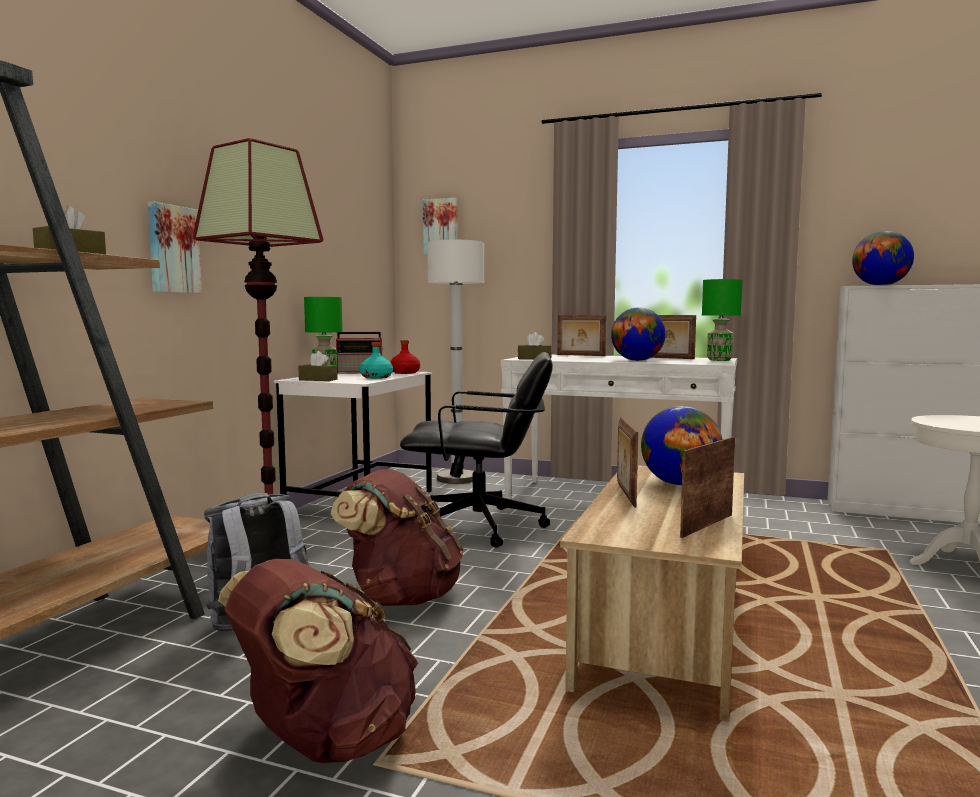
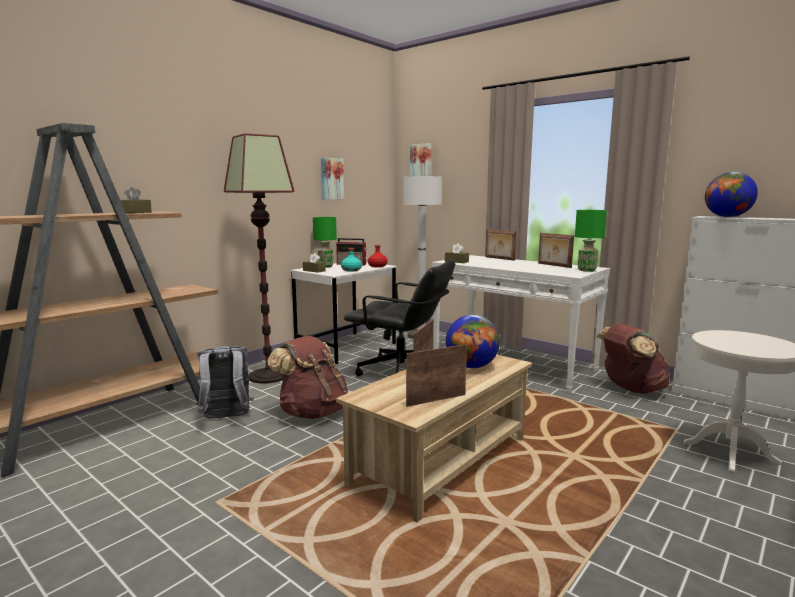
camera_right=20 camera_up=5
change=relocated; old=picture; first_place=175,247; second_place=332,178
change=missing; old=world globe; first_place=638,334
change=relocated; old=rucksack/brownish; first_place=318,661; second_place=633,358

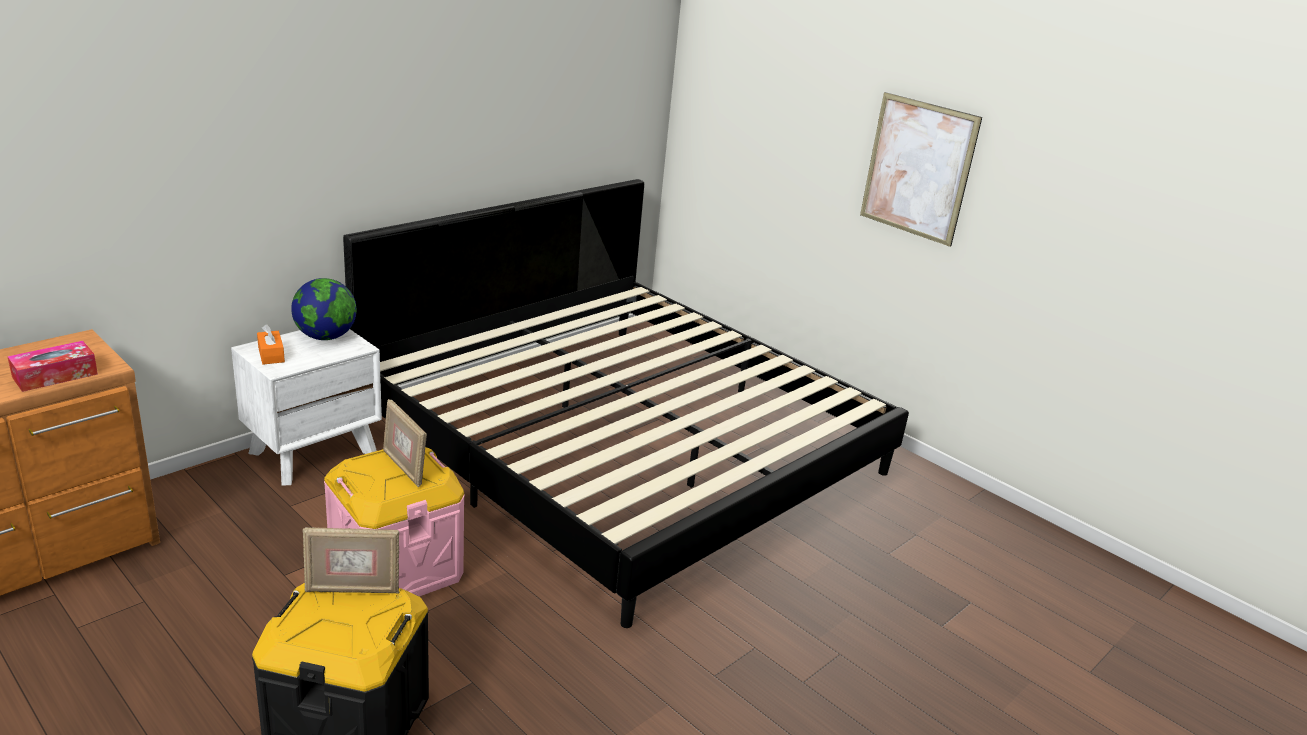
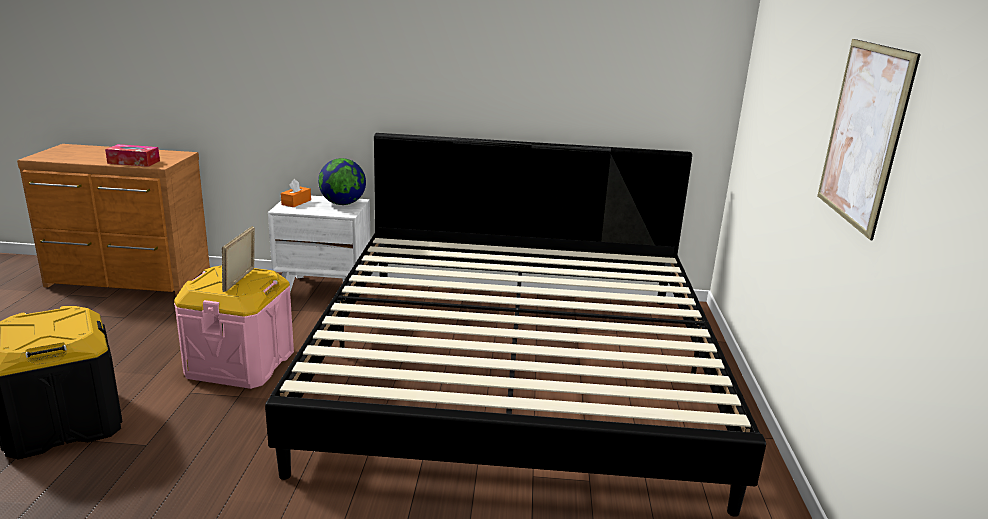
camera_right=50 camera_up=-5
change=missing; old=picture frame; first_place=351,560

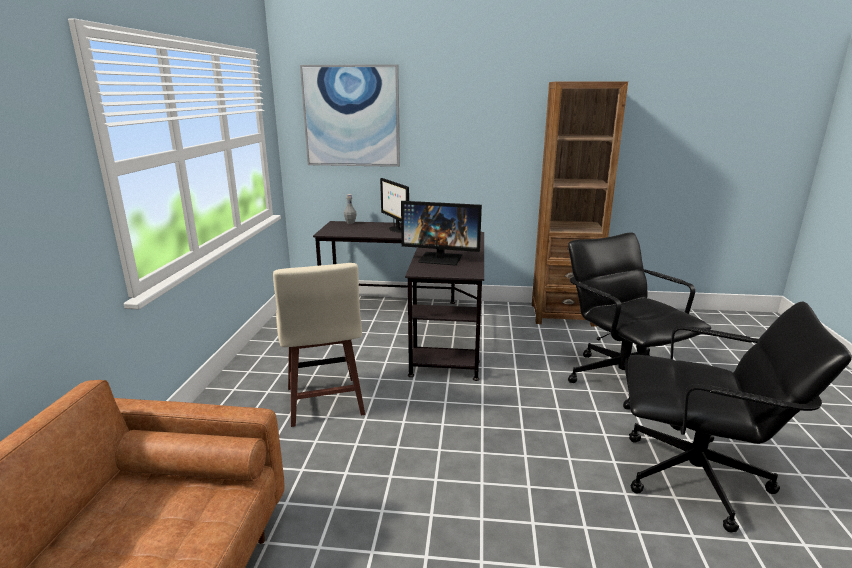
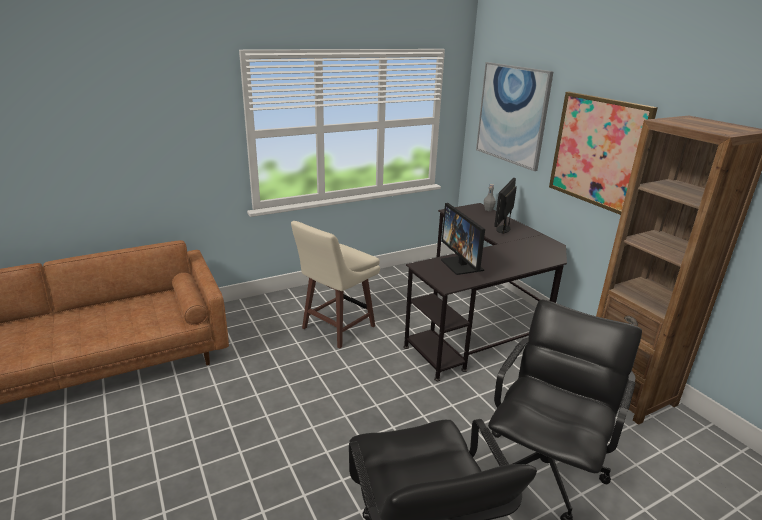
camera_right=55 camera_up=5
change=appeared; new=picture; second_place=603,153

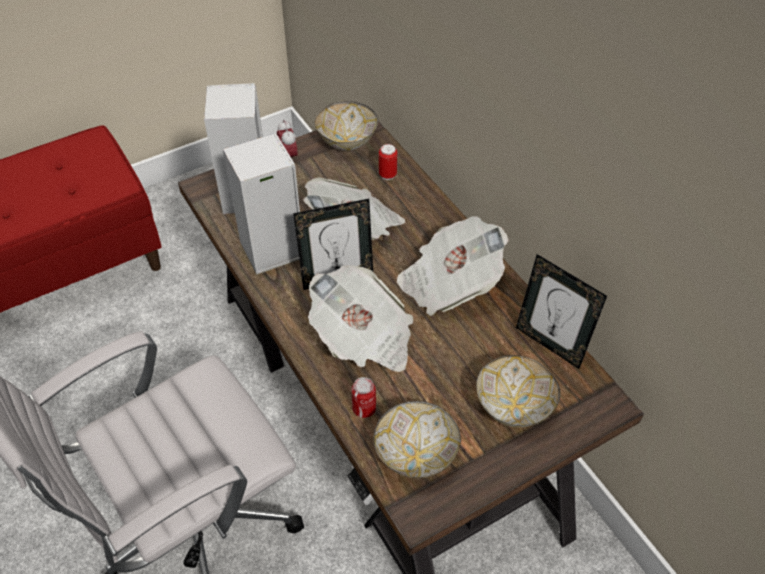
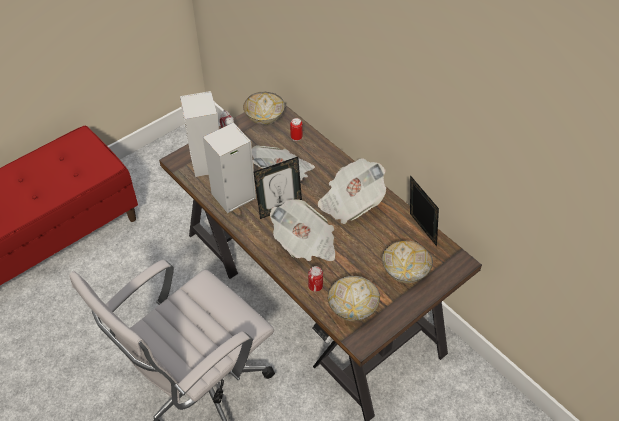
camera_right=-10 camera_up=0
change=spun; old=picture frame; first_place=561,311; second_place=424,210; degrees=-150

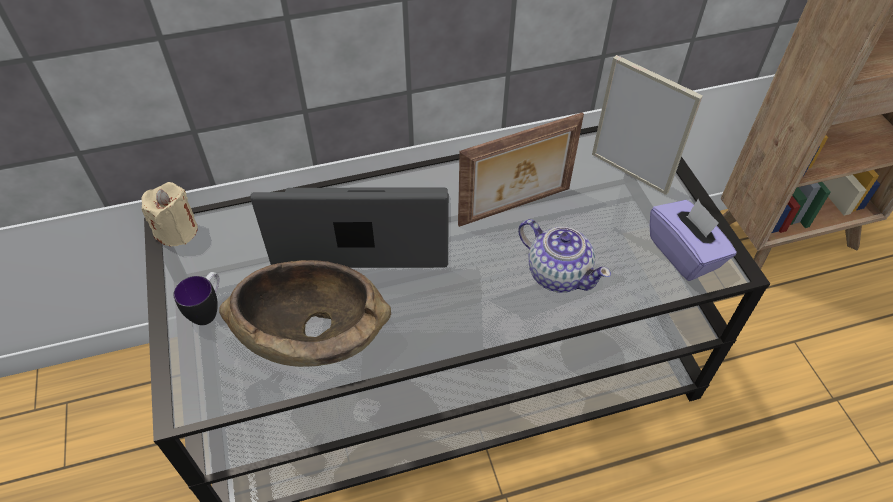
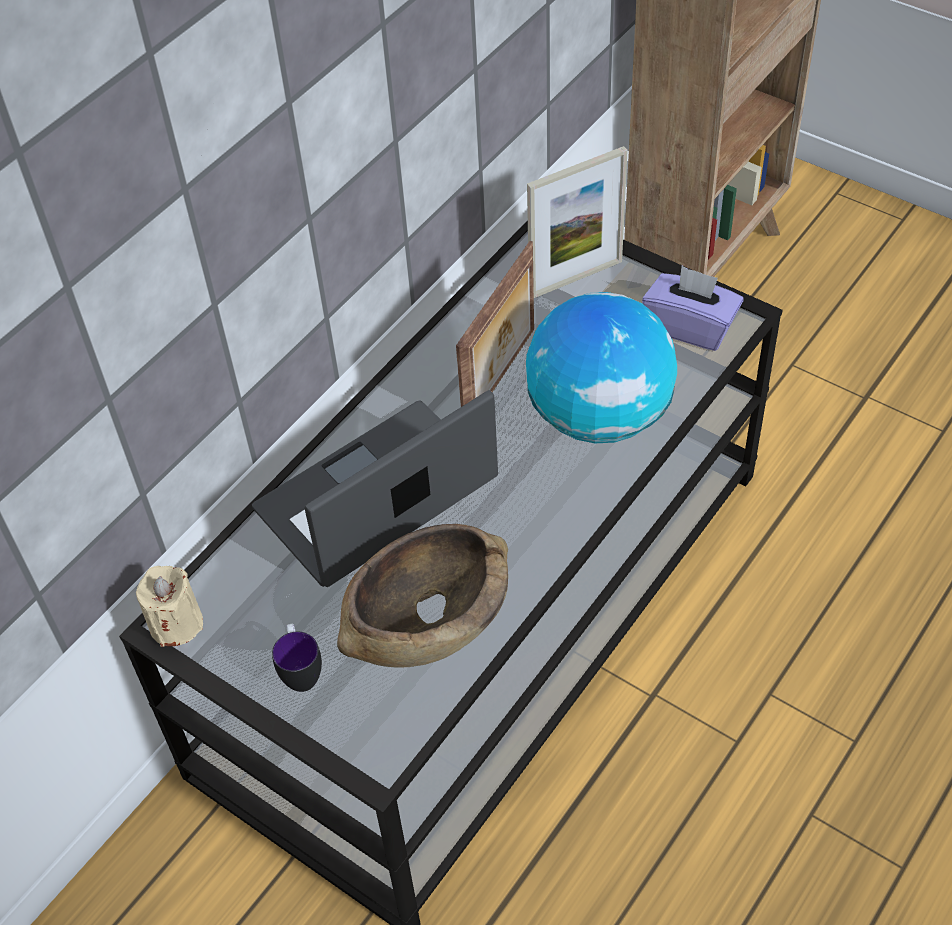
camera_right=-35 camera_up=0
change=spun; old=picture frame; first_place=647,125; second_place=577,222; degrees=150
change=exchanged; old=pot for tea; new=world globe; first_place=564,255; second_place=601,367

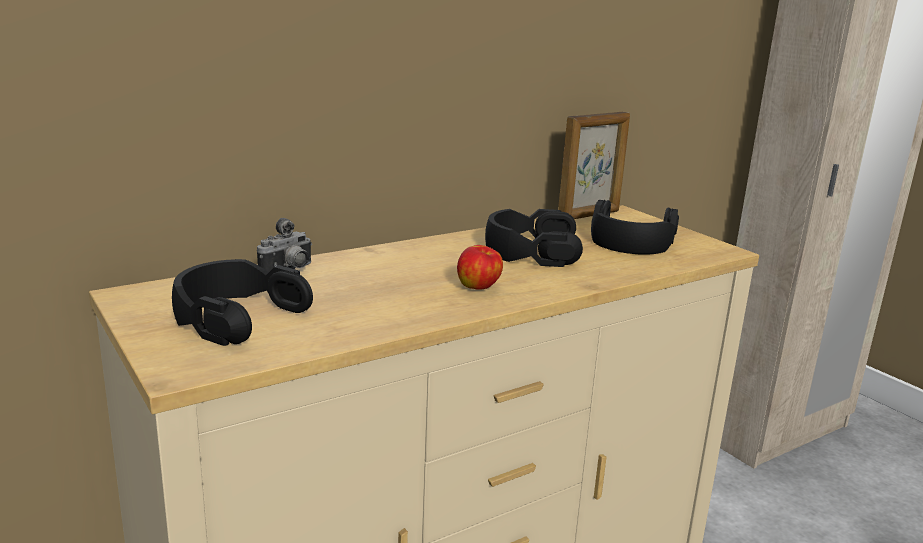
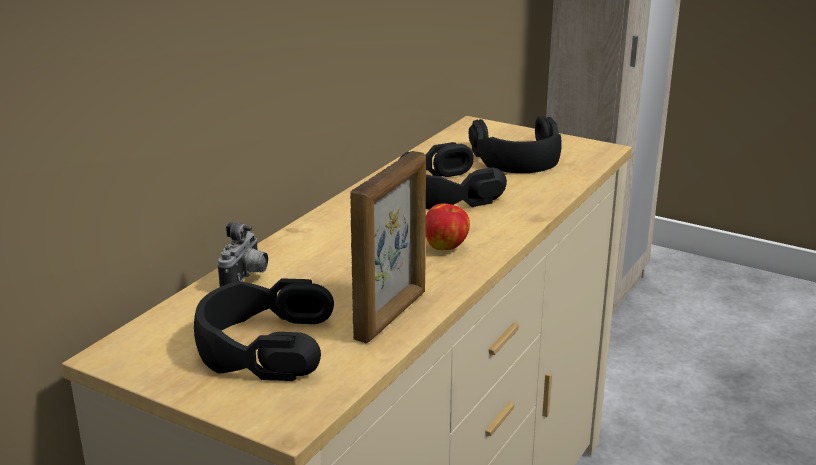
camera_right=-25 camera_up=5
change=relocated; old=picture frame; first_place=594,165; second_place=388,247

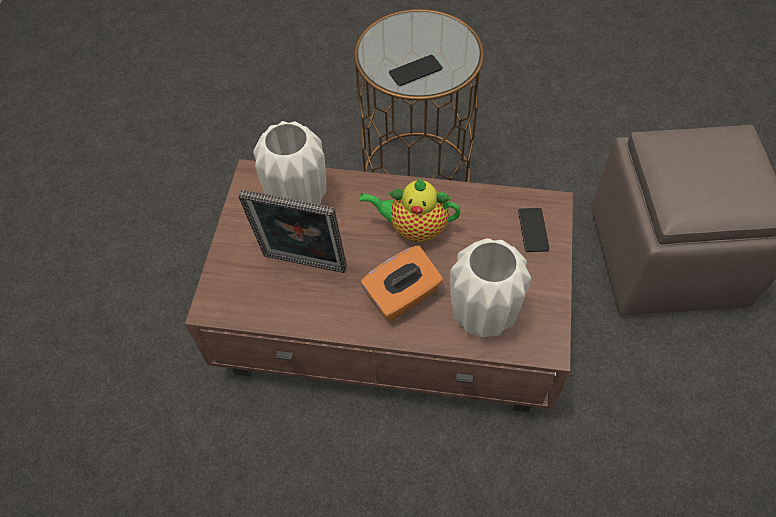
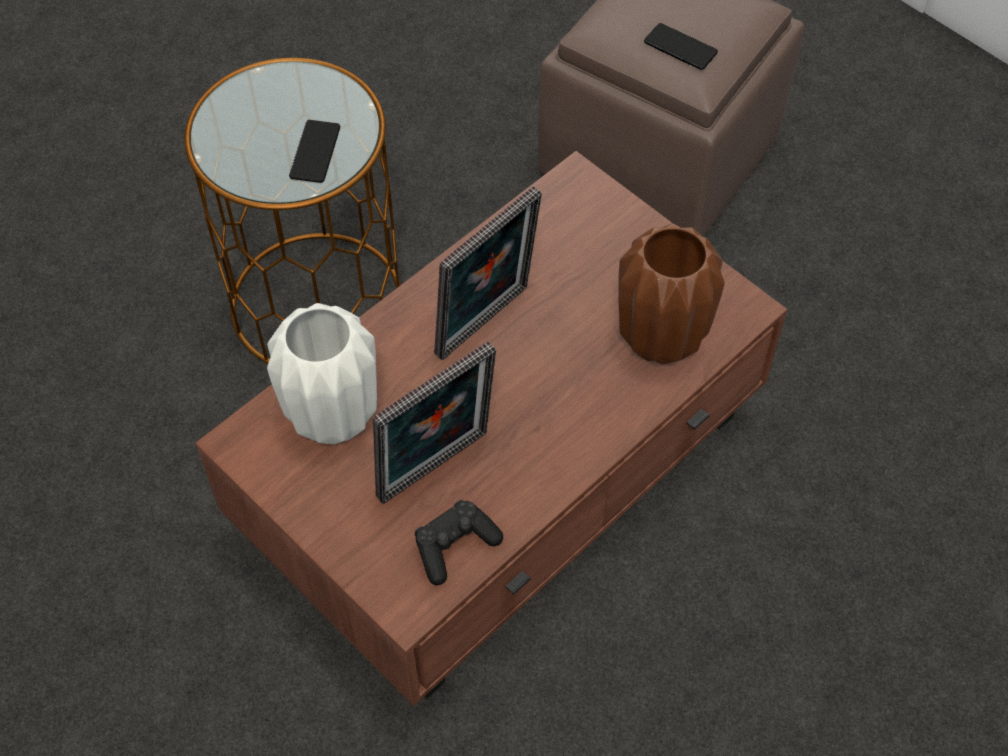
camera_right=-55 camera_up=0
change=exchanged; old=pot for tea; new=picture frame; first_place=410,210; second_place=488,273
change=relocated; old=phone; first_place=534,230; second_place=681,46
change=colour; old=decorative vase/white; new=decorative vase/brownish; first_place=490,287; second_place=671,293
change=missing; old=tissue holder/orange; first_place=401,283
change=appeared; new=gamepad/black; second_place=459,542

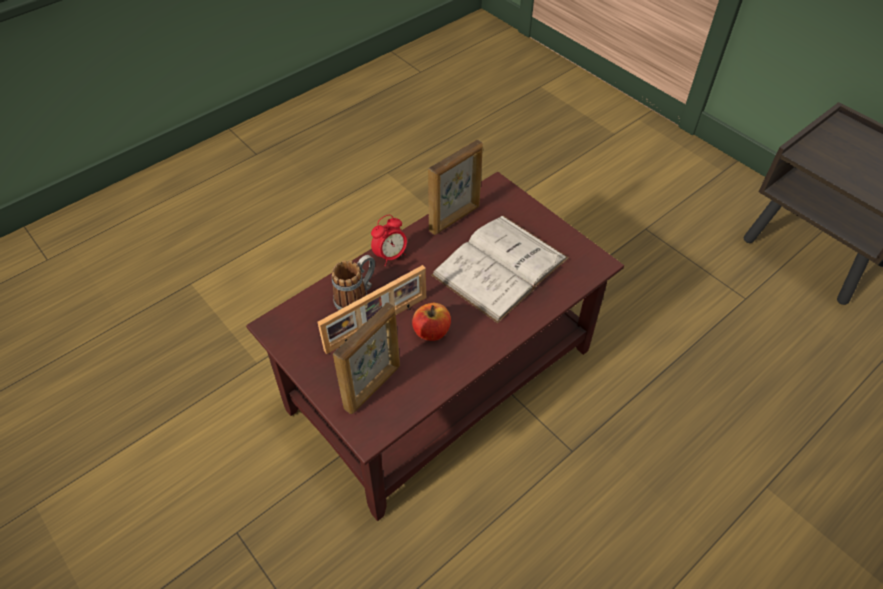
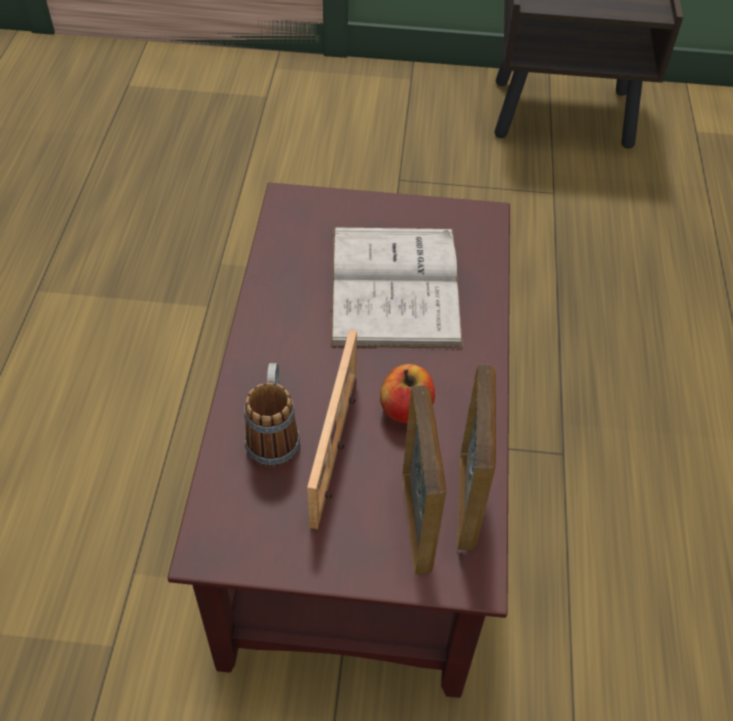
camera_right=-45 camera_up=0
change=relocated; old=picture frame; first_place=455,187; second_place=476,457
change=missing; old=table clock; first_place=389,240

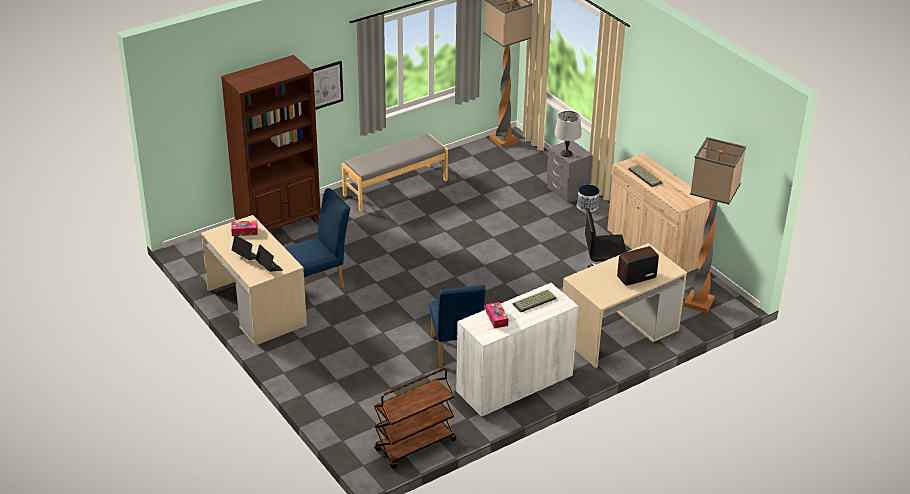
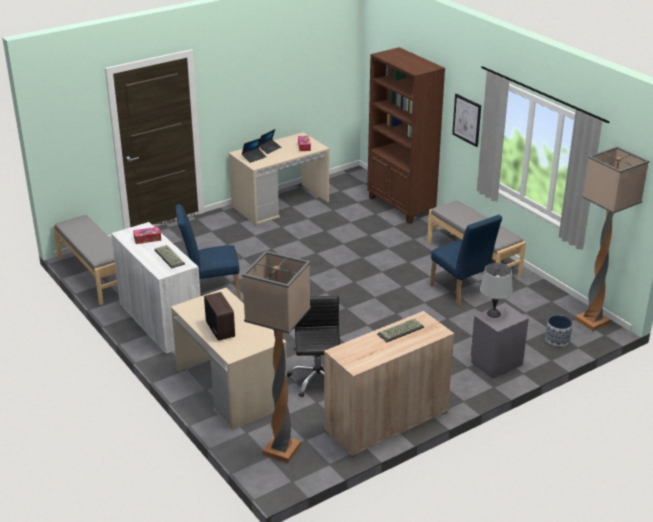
camera_right=90 camera_up=-5
change=relocated; old=flower pot; first_place=588,198; second_place=559,331
change=relocated; old=upright chair/bluish; first_place=317,243; second_place=466,260
change=exchanged; old=cart/brownish; new=indoor bench/greyish; first_place=415,418; second_place=85,260

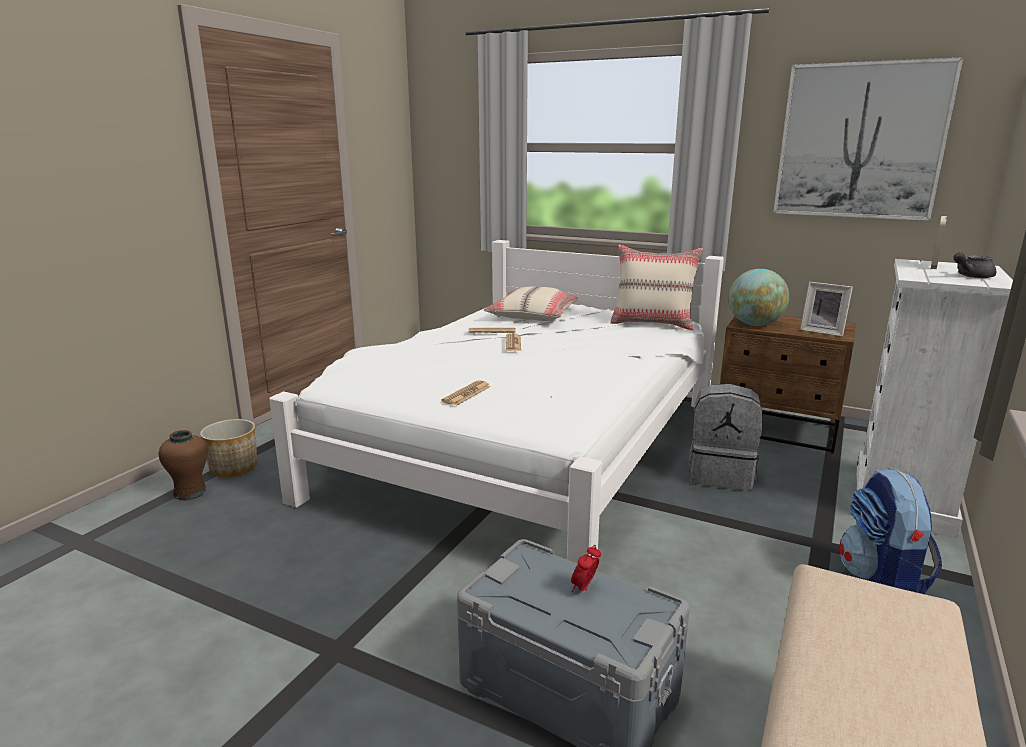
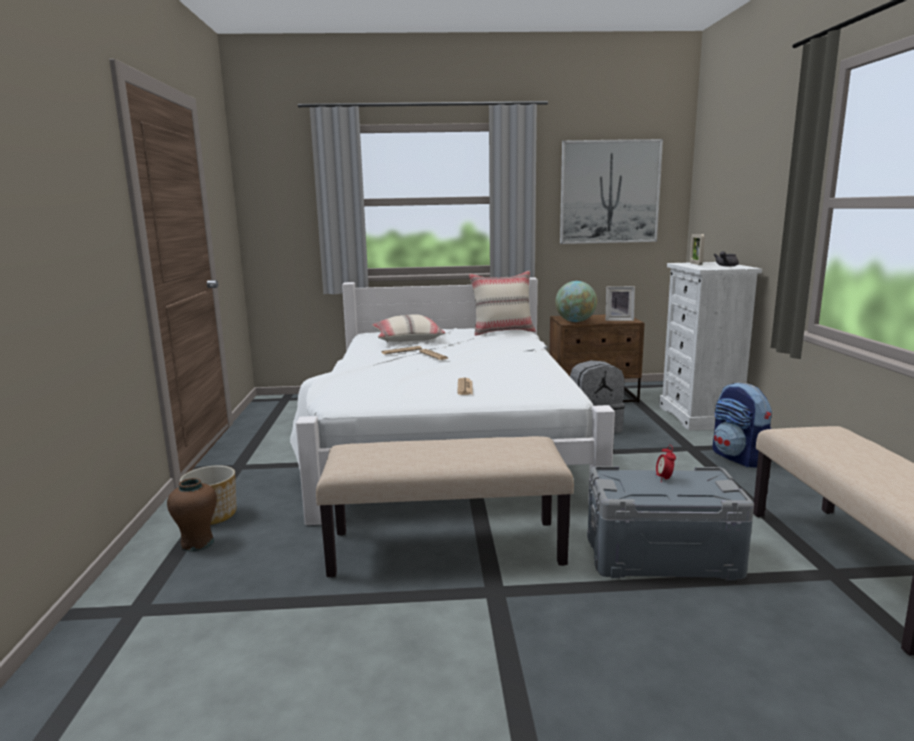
camera_right=-30 camera_up=-5
change=appeared; new=indoor bench/beige-coloured; second_place=445,506

